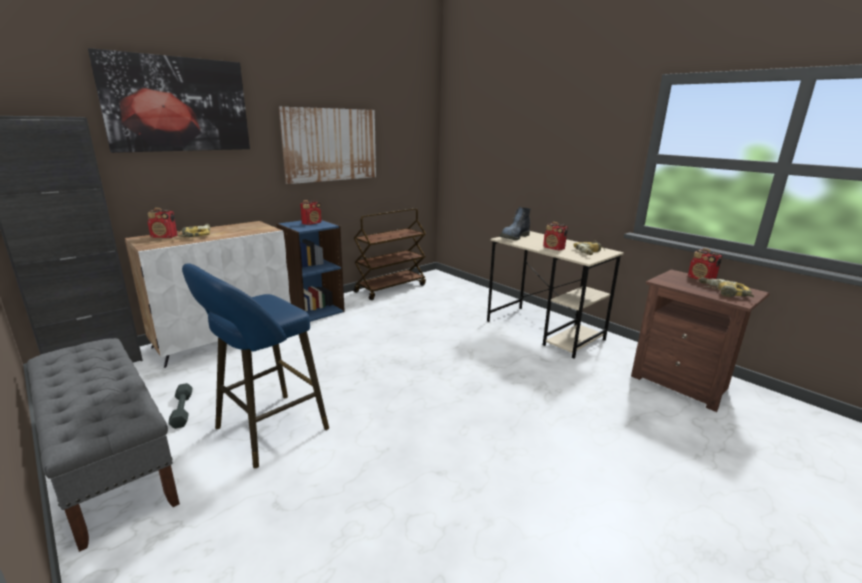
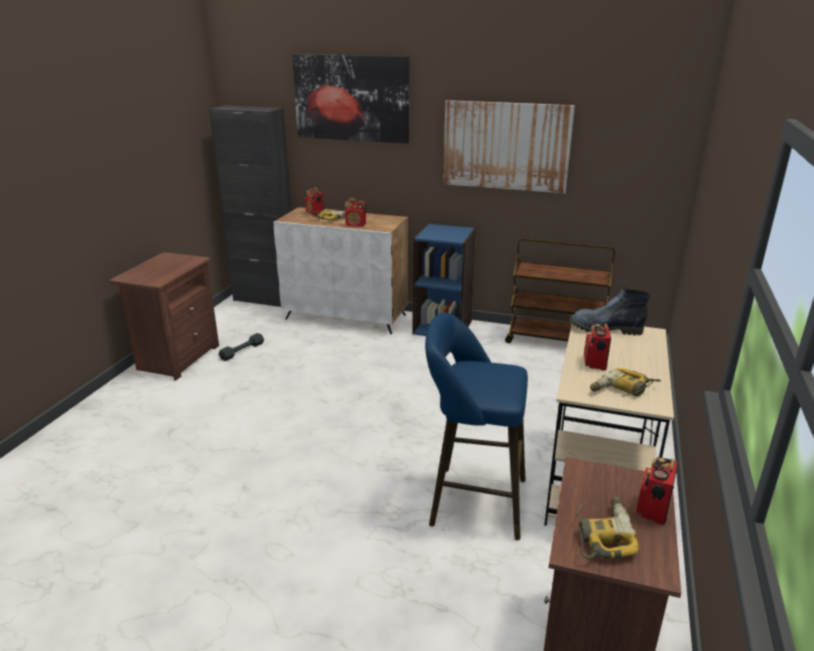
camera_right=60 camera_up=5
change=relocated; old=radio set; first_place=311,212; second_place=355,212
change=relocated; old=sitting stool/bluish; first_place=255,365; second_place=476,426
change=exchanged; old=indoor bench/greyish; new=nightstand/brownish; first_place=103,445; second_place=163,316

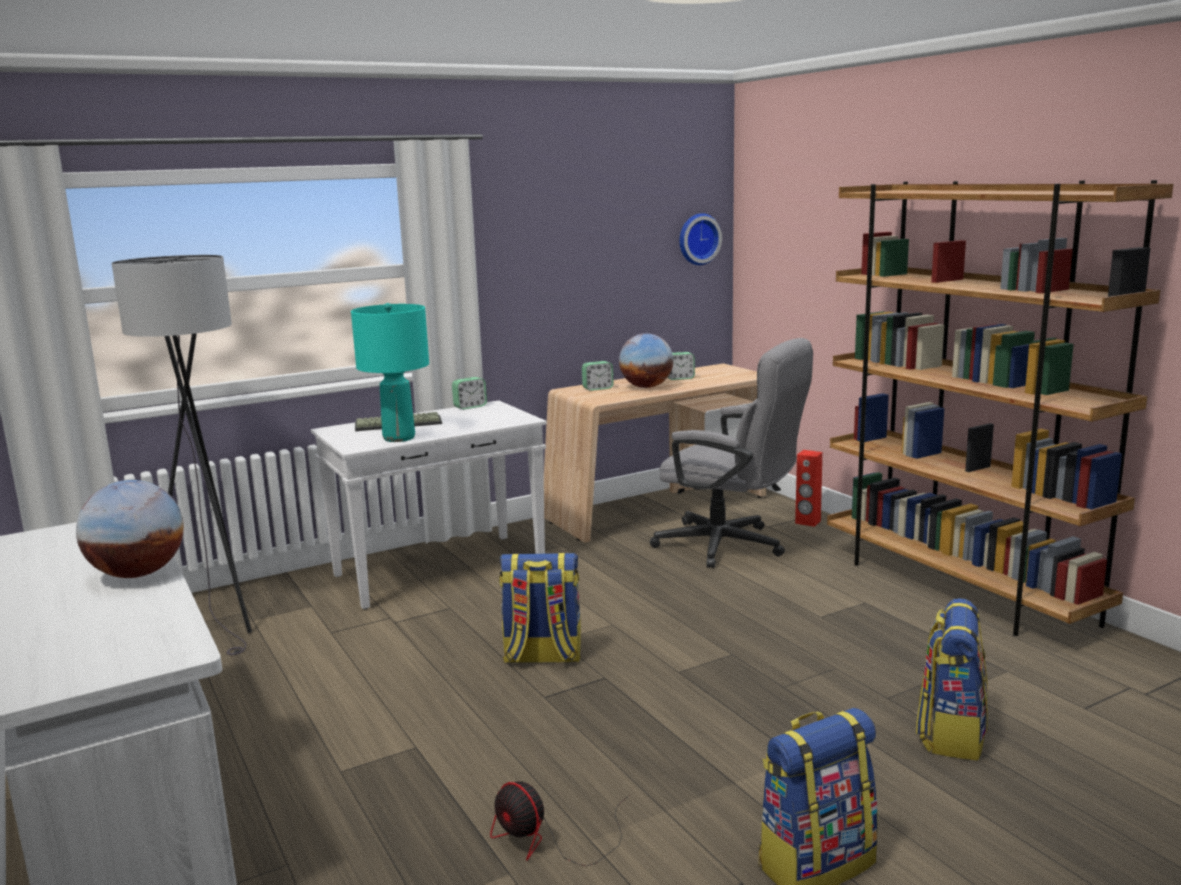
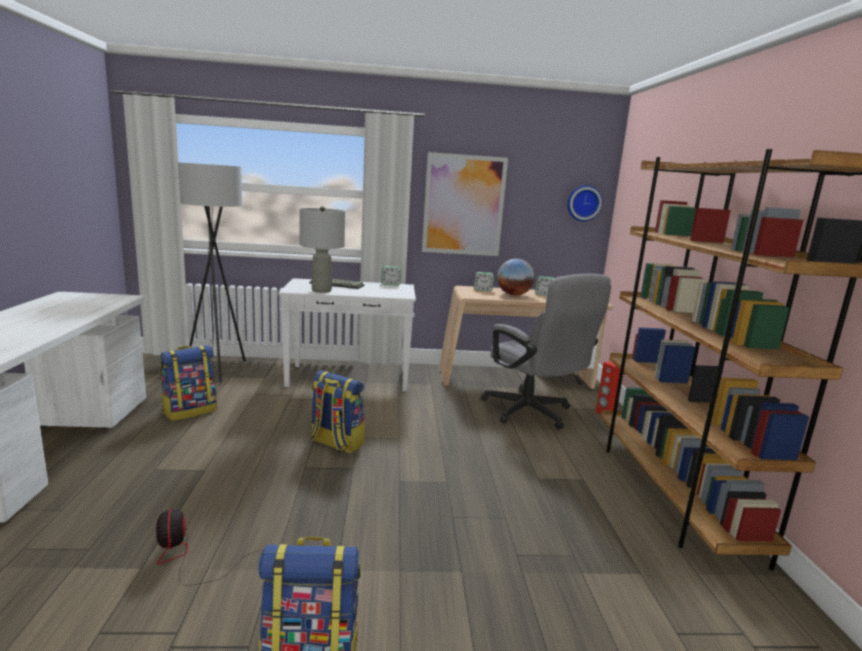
camera_right=25 camera_up=0
change=colour; old=tabletop lamp/turquoise; new=tabletop lamp/greyish; first_place=390,372; second_place=322,249
change=missing; old=world globe; first_place=130,529
change=relocated; old=rucksack; first_place=952,679; second_place=188,383
change=appeared; new=picture; second_place=465,204

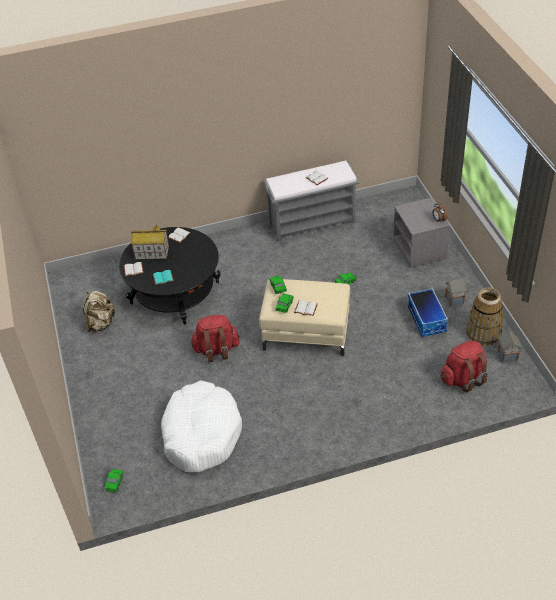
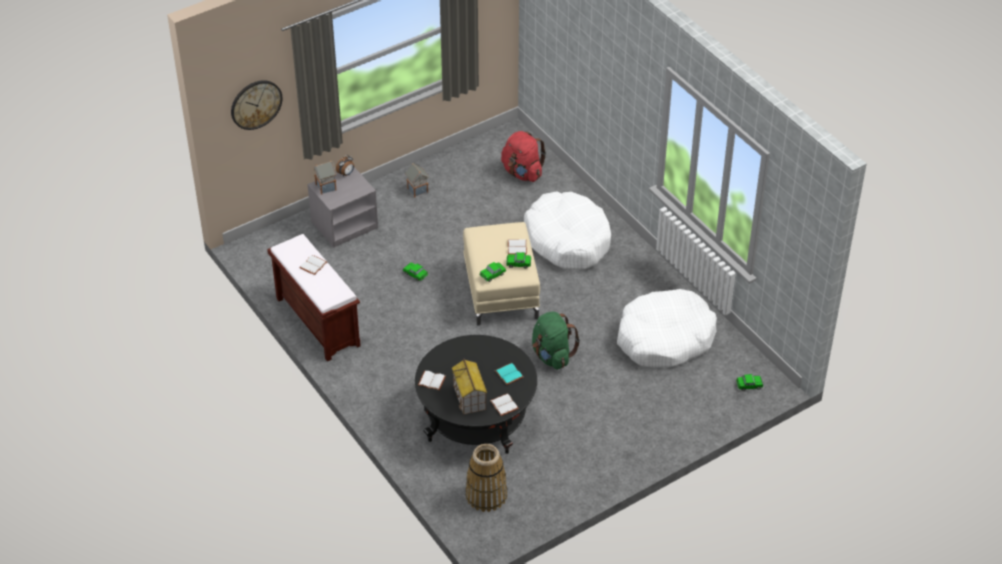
camera_right=-110 camera_up=0
change=colour; old=indoor bench/greyish; new=indoor bench/brownish; first_place=311,201; second_place=314,298
change=relocated; old=basket; first_place=484,316; second_place=486,478
change=missing; old=storage bin; first_place=428,312
change=missing; old=rucksack/beige-coloured; first_place=99,312
change=colour; old=rucksack/red; new=rucksack/greenish; first_place=214,338; second_place=556,341
change=relocated; old=model house; first_place=510,346; second_place=324,177
change=appeared; new=wall clock; second_place=257,105
change=appeared; new=pet bed/white; second_place=567,230

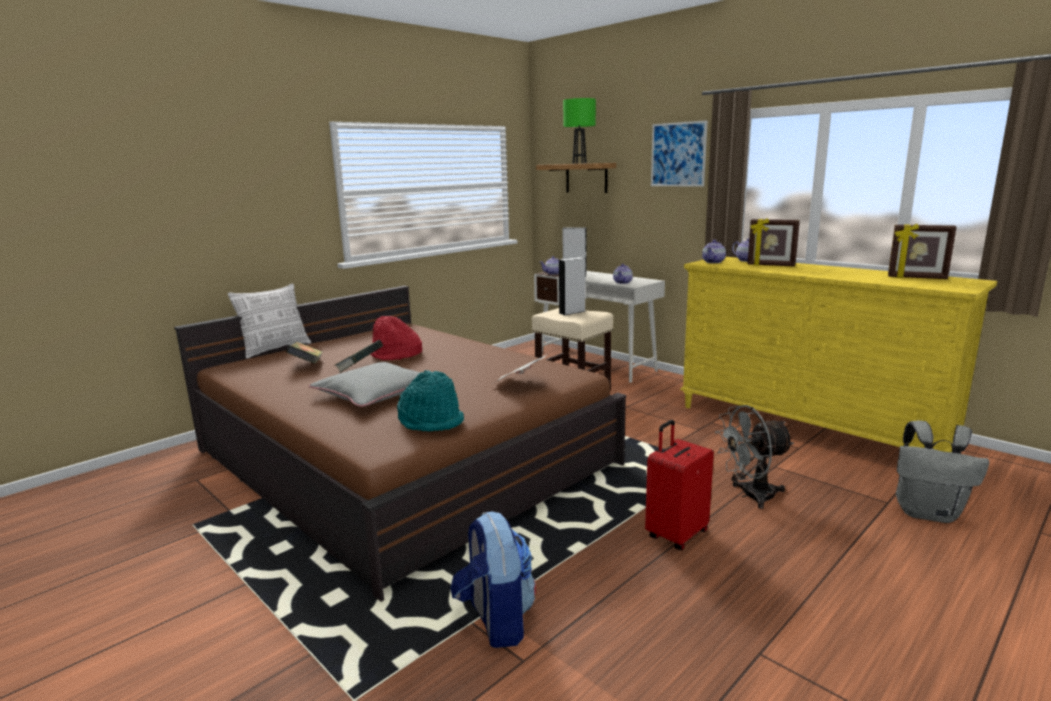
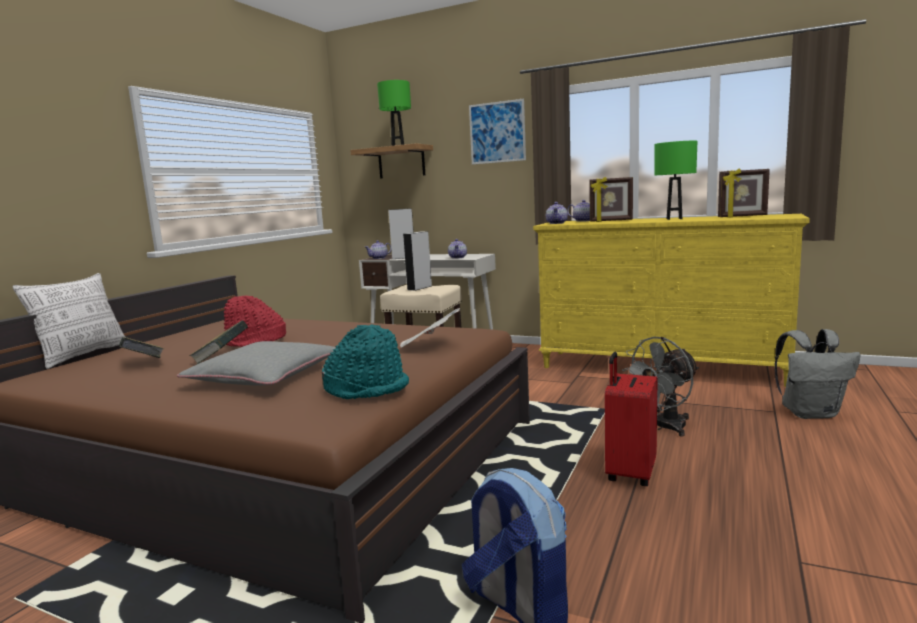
camera_right=-20 camera_up=-5
change=appeared; new=tabletop lamp/greenish; second_place=675,180

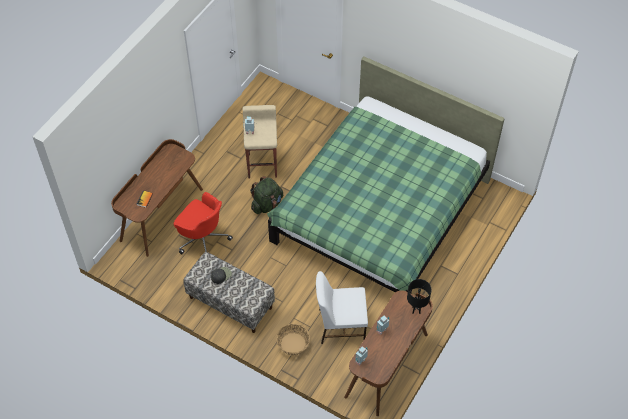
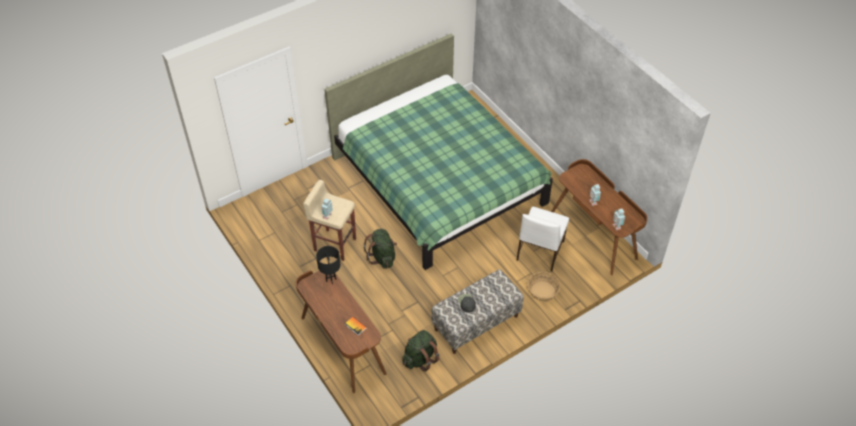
camera_right=-65 camera_up=-5
change=missing; old=computer chair/red; first_place=203,223
change=relocated; old=tabletop lamp/black; first_place=419,296; second_place=328,265
change=appeared; new=rucksack/greenish; second_place=421,351

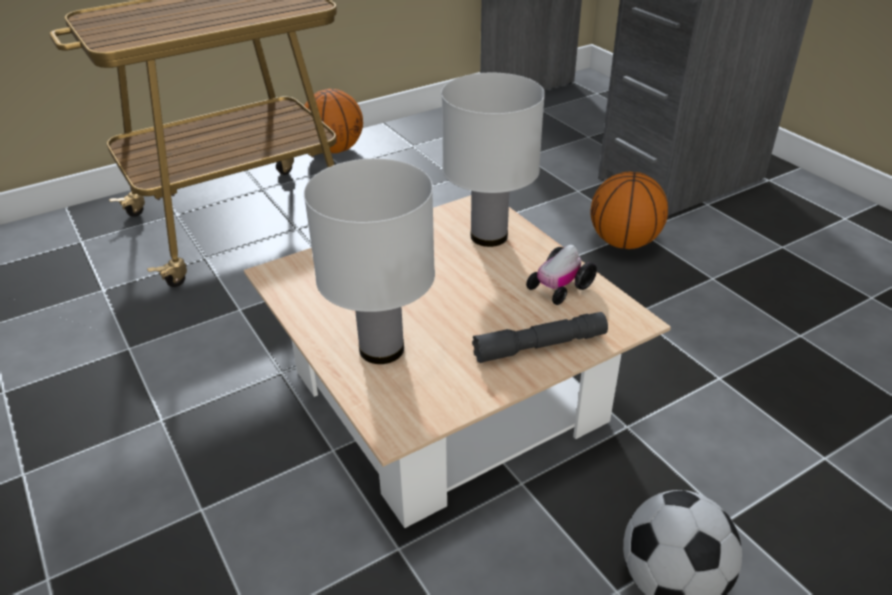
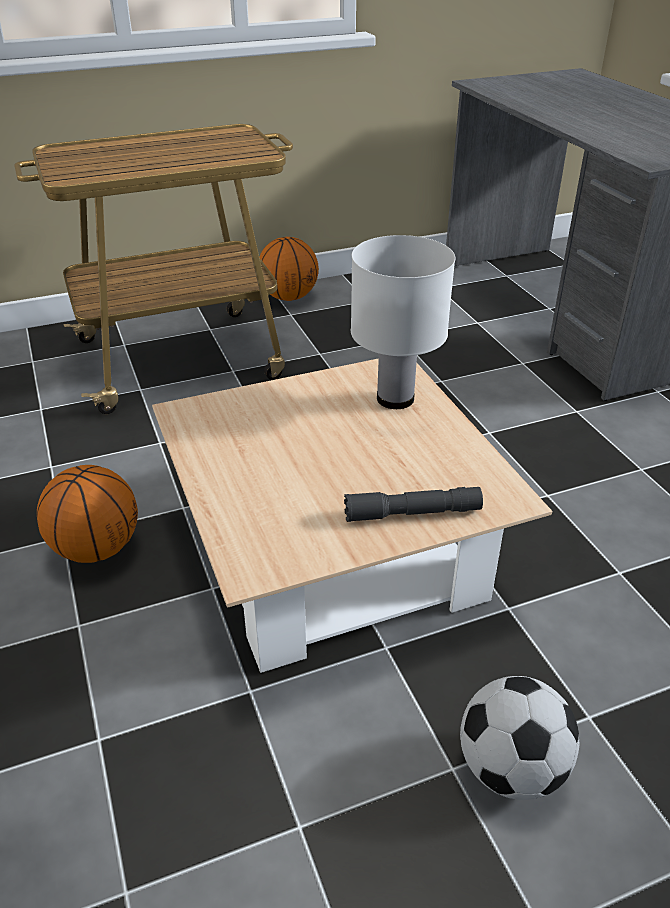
camera_right=10 camera_up=0
change=missing; old=tabletop lamp/white; first_place=369,261
change=relocated; old=basketball ball; first_place=629,210; second_place=87,514
change=missing; old=toy car; first_place=561,274

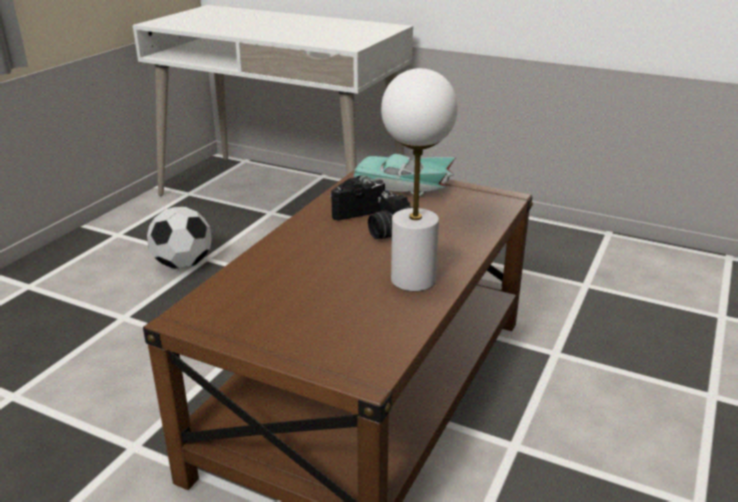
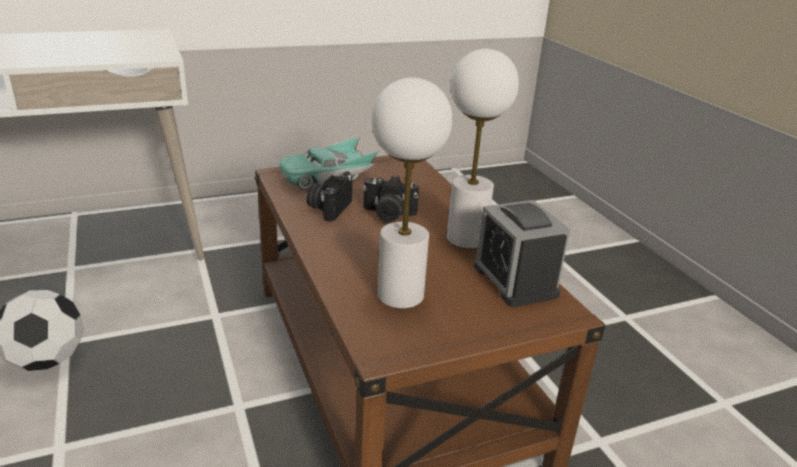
camera_right=-50 camera_up=0
change=appeared; new=tabletop lamp/white; second_place=411,193
change=appeared; new=table clock; second_place=522,253

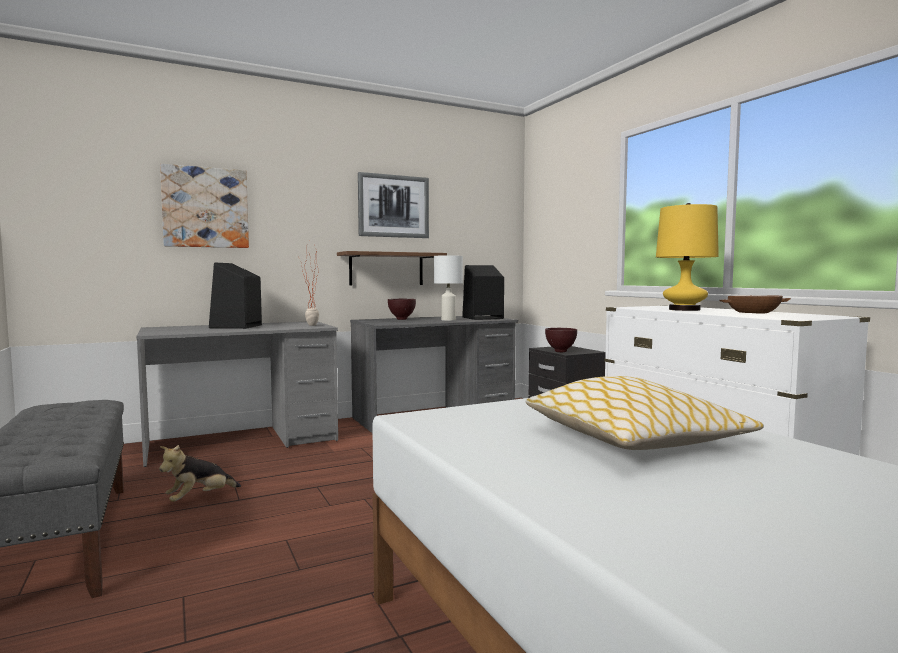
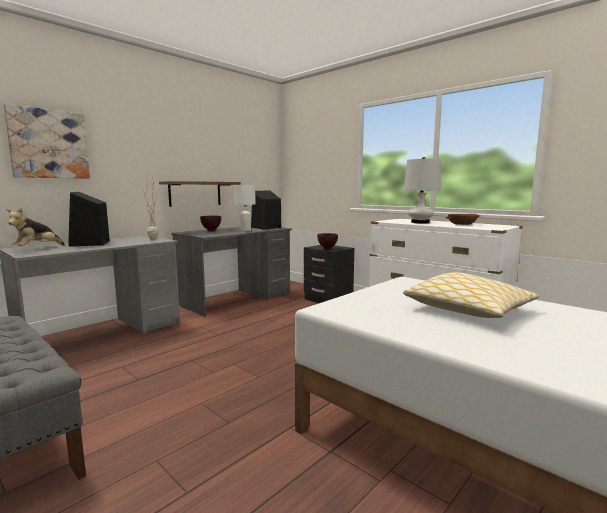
camera_right=-20 camera_up=5
change=missing; old=picture; first_place=393,205
change=colour; old=tabletop lamp/yellowish; new=tabletop lamp/white; first_place=687,257; second_place=422,190
change=relocated; old=soft toy; first_place=200,473; second_place=35,227

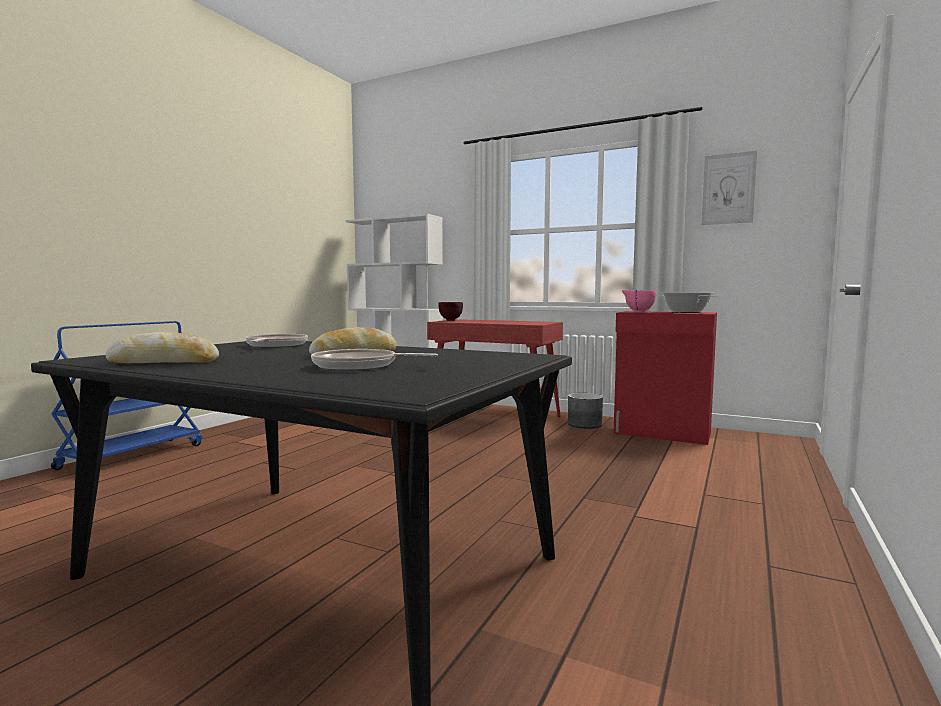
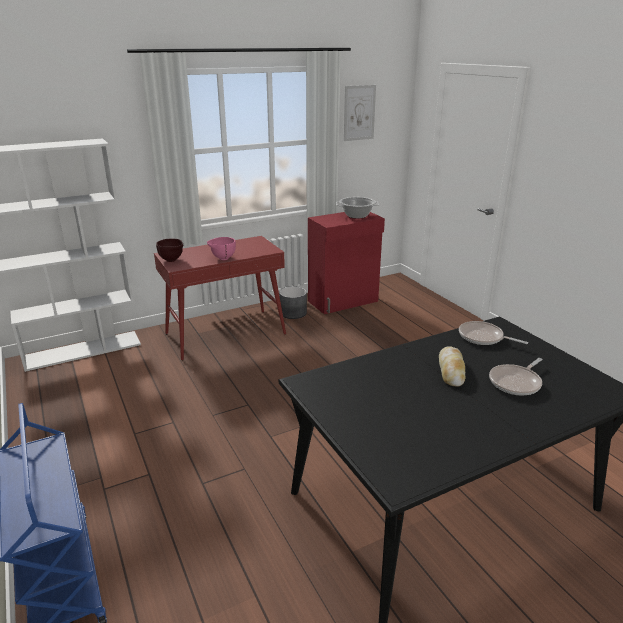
camera_right=-55 camera_up=20
change=relocated; old=deep dish/pinkish; first_place=639,301; second_place=221,248
change=missing; old=bakery bread; first_place=162,347
change=relocated; old=skillet; first_place=276,340; second_place=493,333

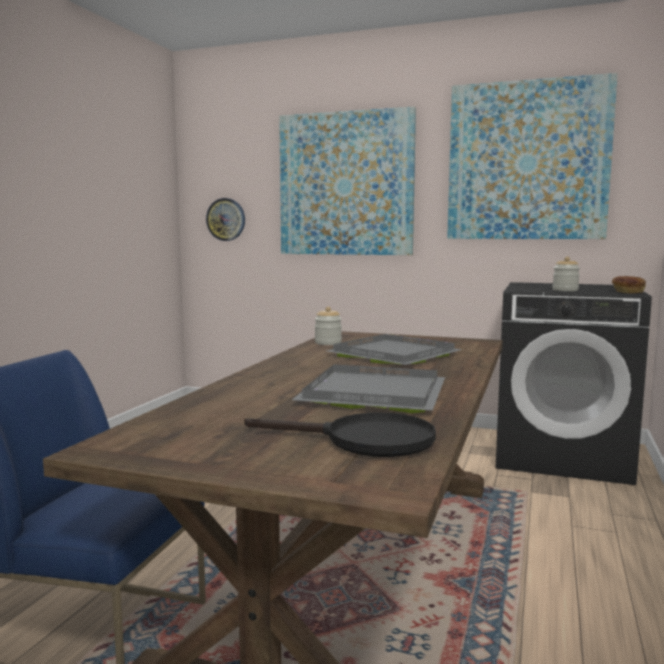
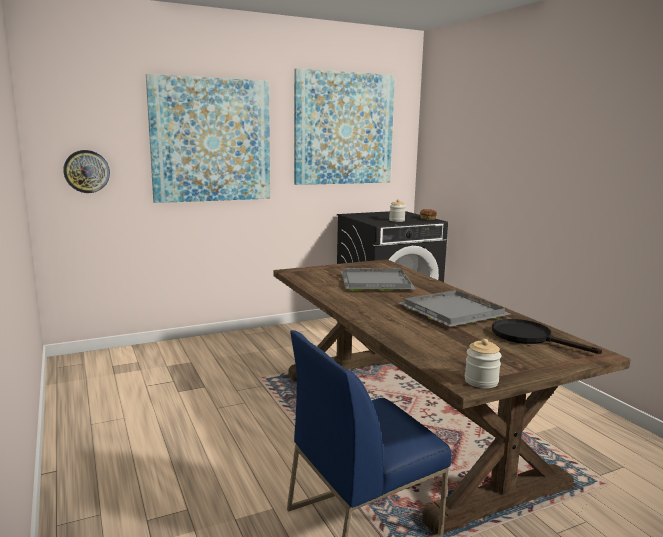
camera_right=-45 camera_up=5
change=relocated; old=preserve jar; first_place=328,326; second_place=483,363
change=spun; old=skillet/black; first_place=340,434; second_place=547,336; degrees=-105

